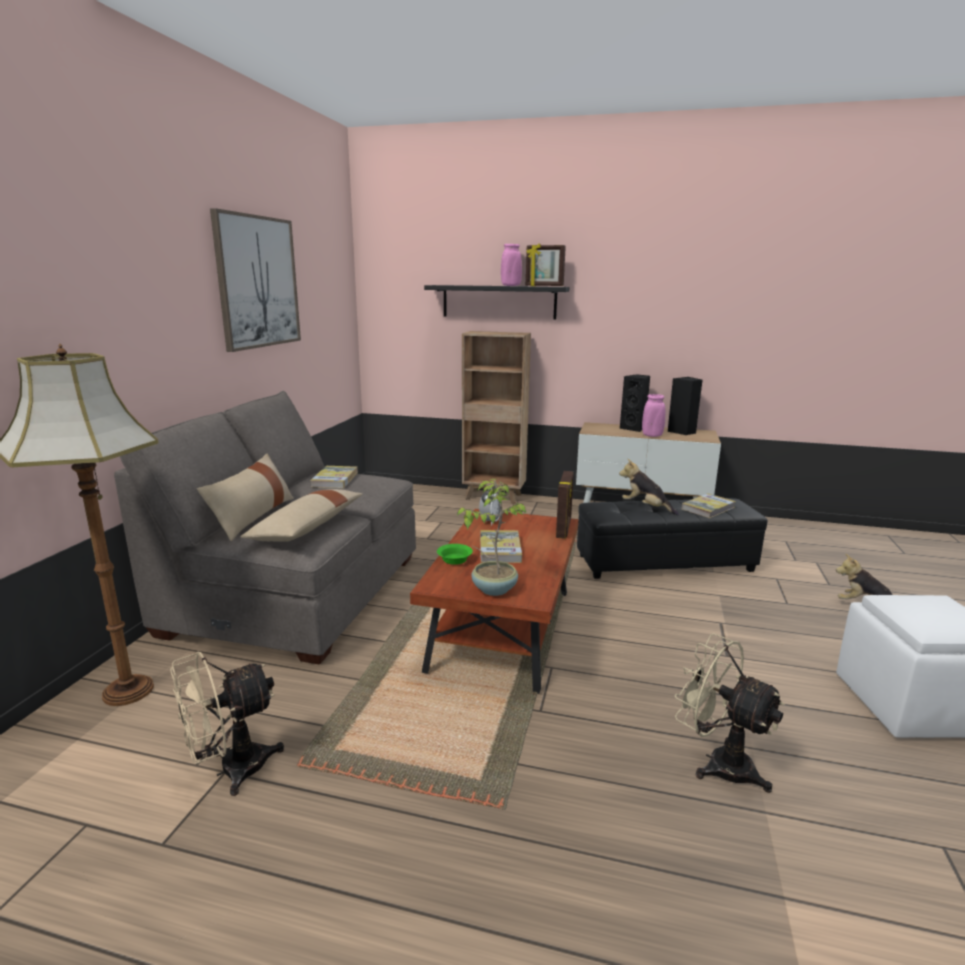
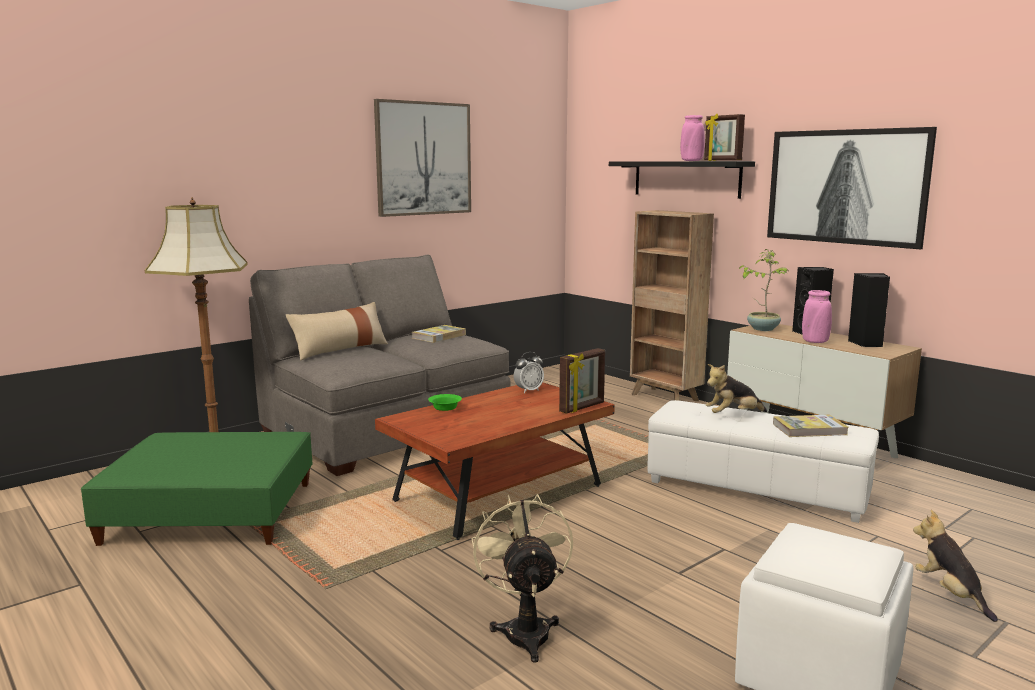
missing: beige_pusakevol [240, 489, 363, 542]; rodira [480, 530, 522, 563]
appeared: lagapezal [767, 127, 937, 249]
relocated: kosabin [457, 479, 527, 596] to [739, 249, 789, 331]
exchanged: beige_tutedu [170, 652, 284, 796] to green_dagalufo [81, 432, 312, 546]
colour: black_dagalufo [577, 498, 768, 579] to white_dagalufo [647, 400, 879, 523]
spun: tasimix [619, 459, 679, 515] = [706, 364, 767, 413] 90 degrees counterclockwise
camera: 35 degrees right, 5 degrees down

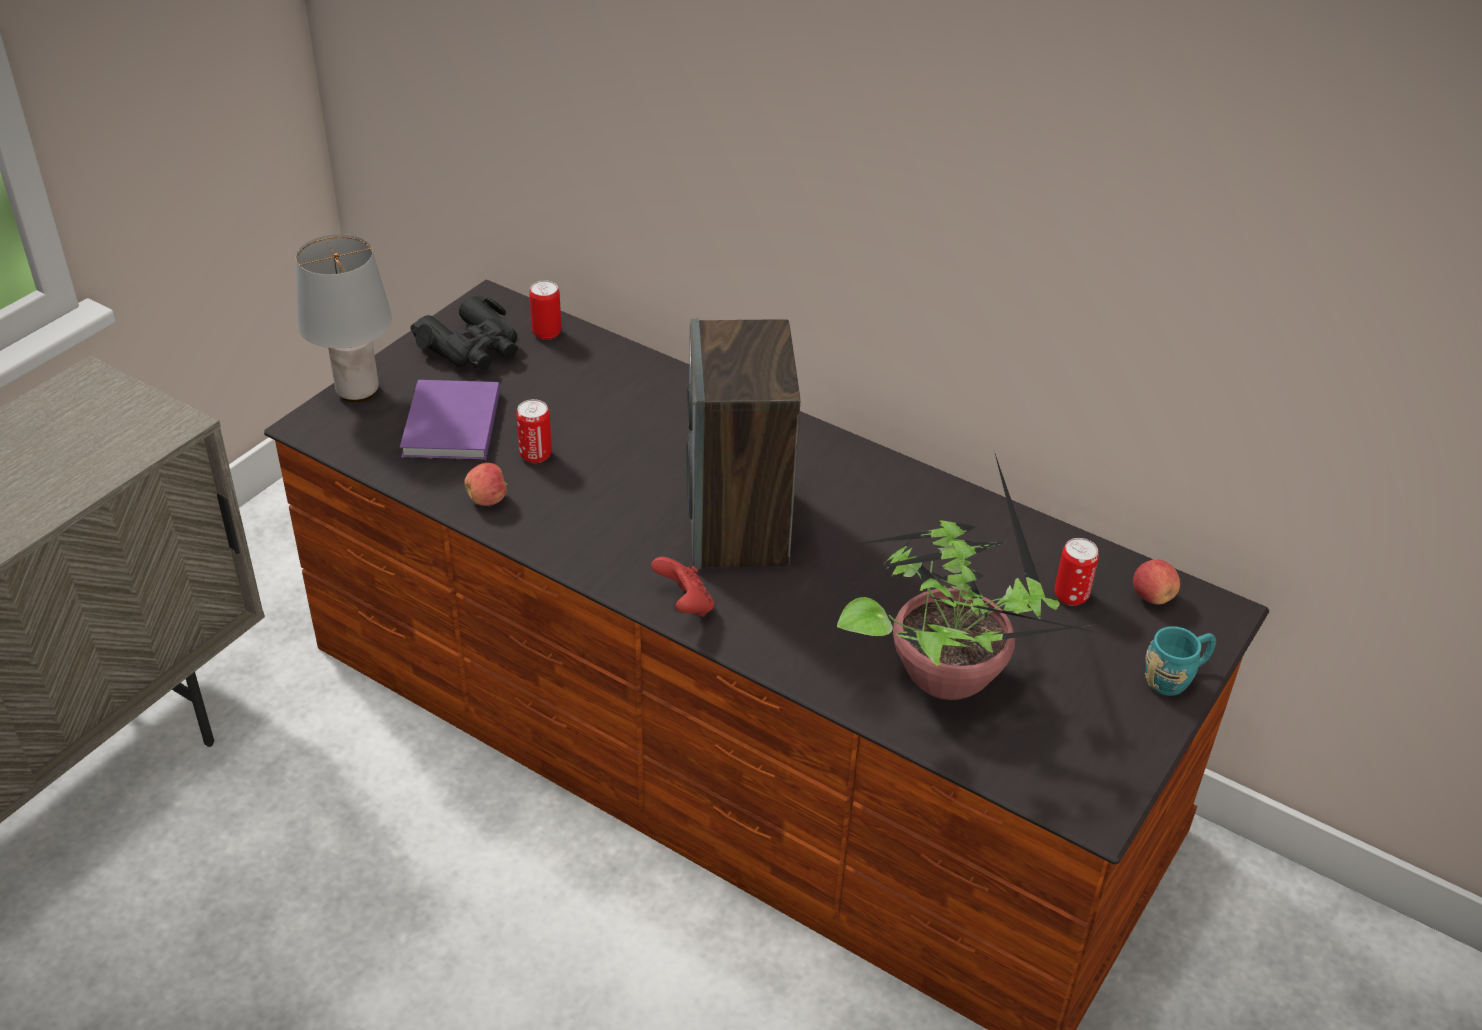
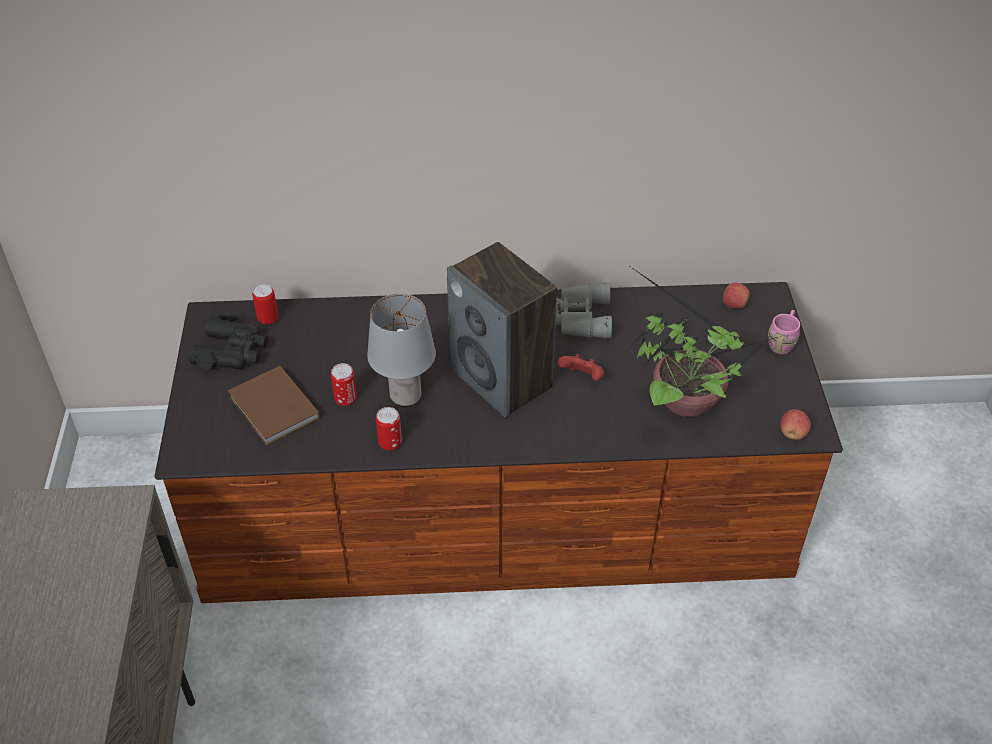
appeared: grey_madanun [555, 282, 612, 338]
relocated: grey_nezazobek [296, 234, 392, 402] to [367, 294, 436, 407]; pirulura [464, 463, 508, 506] to [780, 409, 811, 440]; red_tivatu [651, 557, 714, 617] to [557, 354, 604, 381]; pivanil [1054, 538, 1099, 606] to [376, 407, 402, 451]
colour: purple_rodira [400, 380, 500, 460] to brown_rodira [228, 366, 320, 446]; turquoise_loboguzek [1145, 626, 1216, 696] to pink_loboguzek [768, 310, 800, 354]
camera: 35 degrees left, 5 degrees up

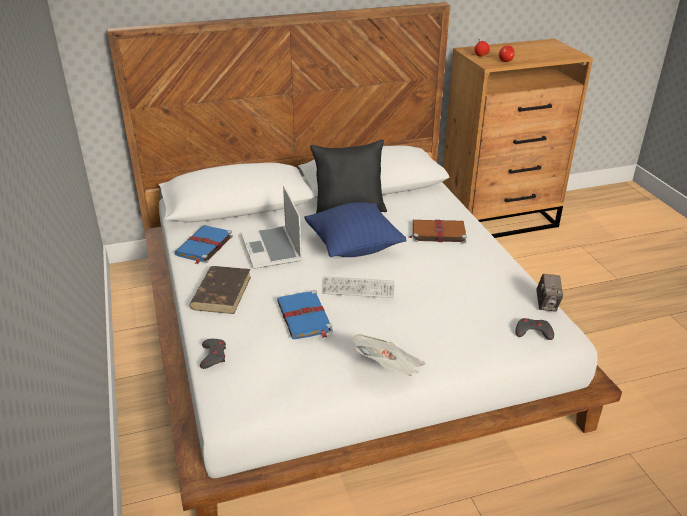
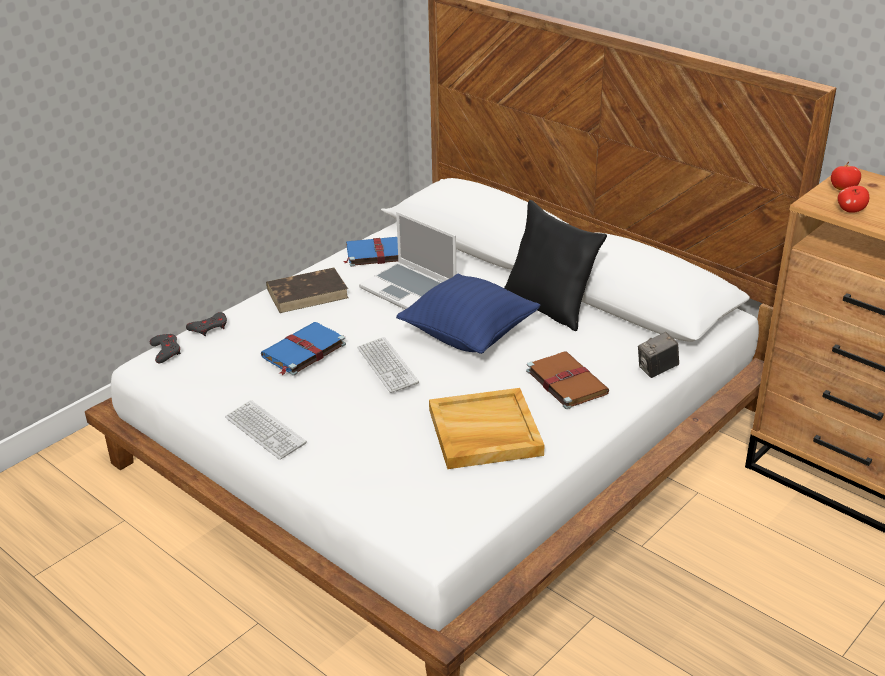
appeared: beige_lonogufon [429, 388, 545, 469]
relocated: grey_tivatu [515, 318, 554, 340] to [150, 334, 181, 363]; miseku [536, 274, 563, 311] to [638, 332, 679, 378]
exchanged: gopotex [352, 334, 426, 376] to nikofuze [225, 400, 307, 460]
spun: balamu [241, 185, 302, 269] = [359, 212, 456, 309] 90 degrees counterclockwise
camera: 60 degrees right, 0 degrees up

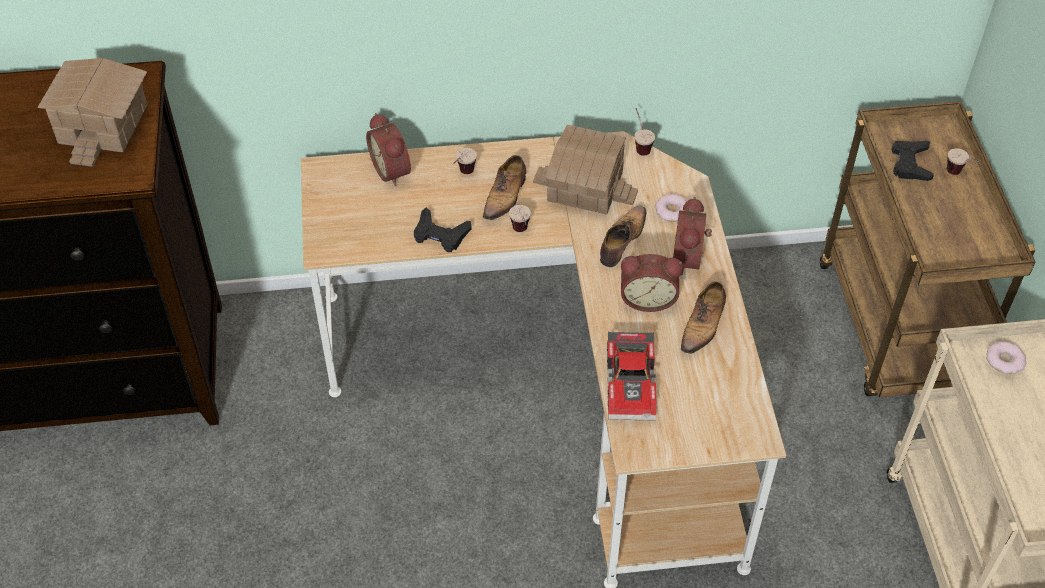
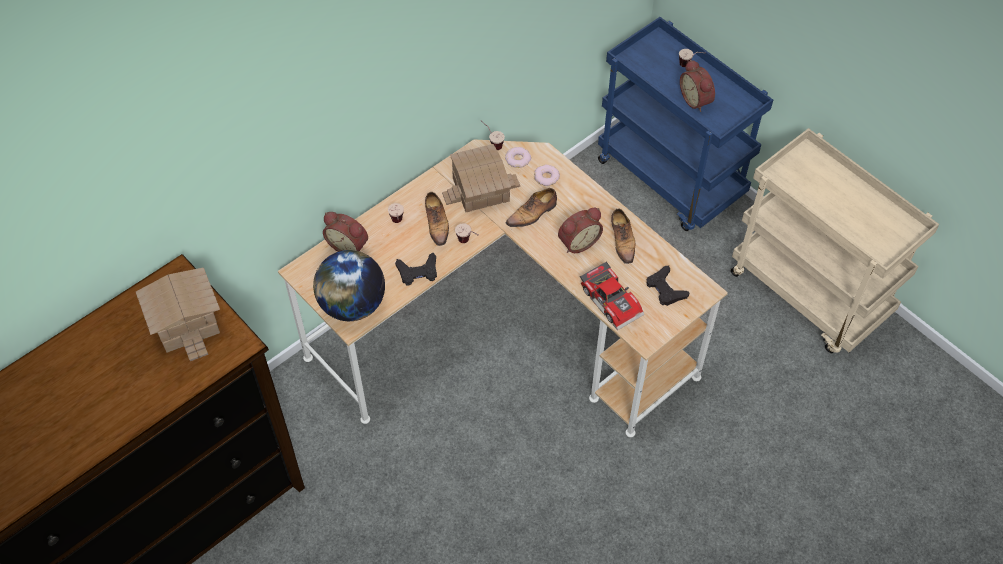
appeared: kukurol [313, 250, 385, 321]
relocated: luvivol [673, 197, 712, 275] to [680, 60, 715, 112]; black_tivatu [892, 141, 934, 181] to [646, 265, 690, 306]; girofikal [987, 341, 1026, 374] to [505, 147, 531, 168]
colour: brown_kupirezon [820, 101, 1035, 398] to blue_kupirezon [598, 17, 773, 231]
spun: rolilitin [600, 206, 646, 267] = [506, 188, 557, 227] 120 degrees counterclockwise
camera: 35 degrees left, 5 degrees up

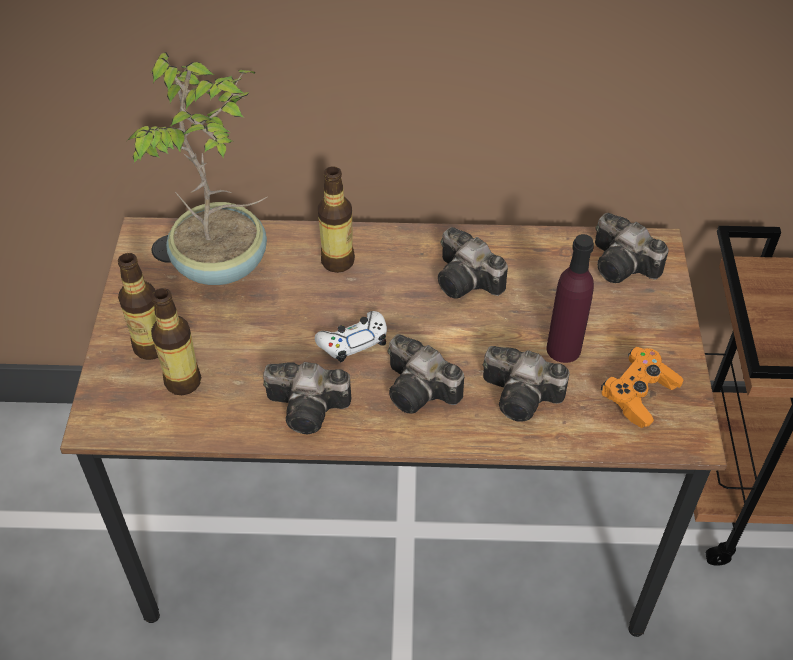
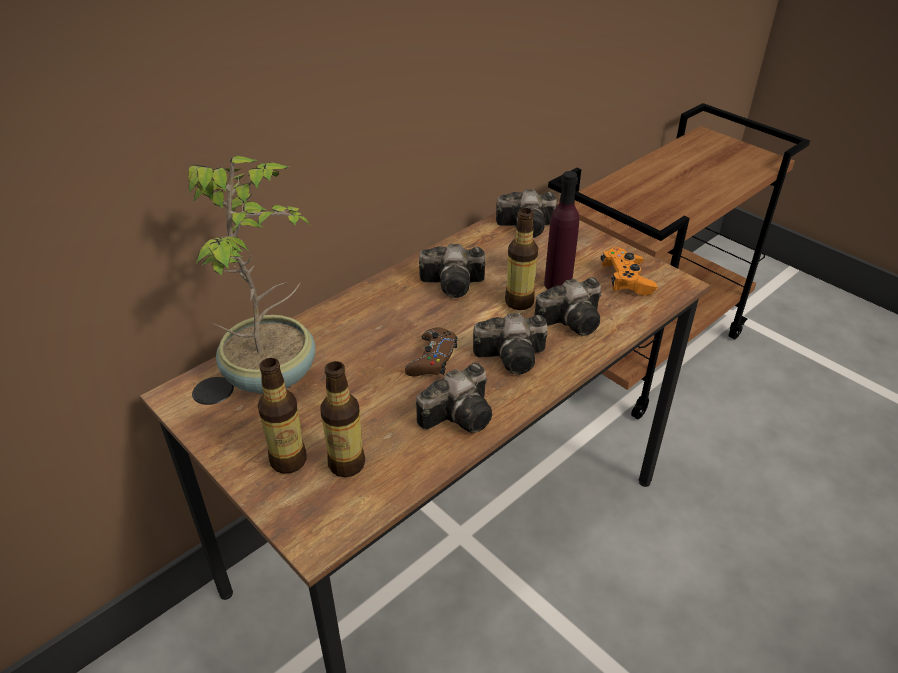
relocated: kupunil [318, 167, 355, 273] to [505, 208, 538, 310]
colour: white_tivatu [315, 311, 387, 362] to brown_tivatu [405, 327, 458, 376]
camera: 45 degrees left, 10 degrees down

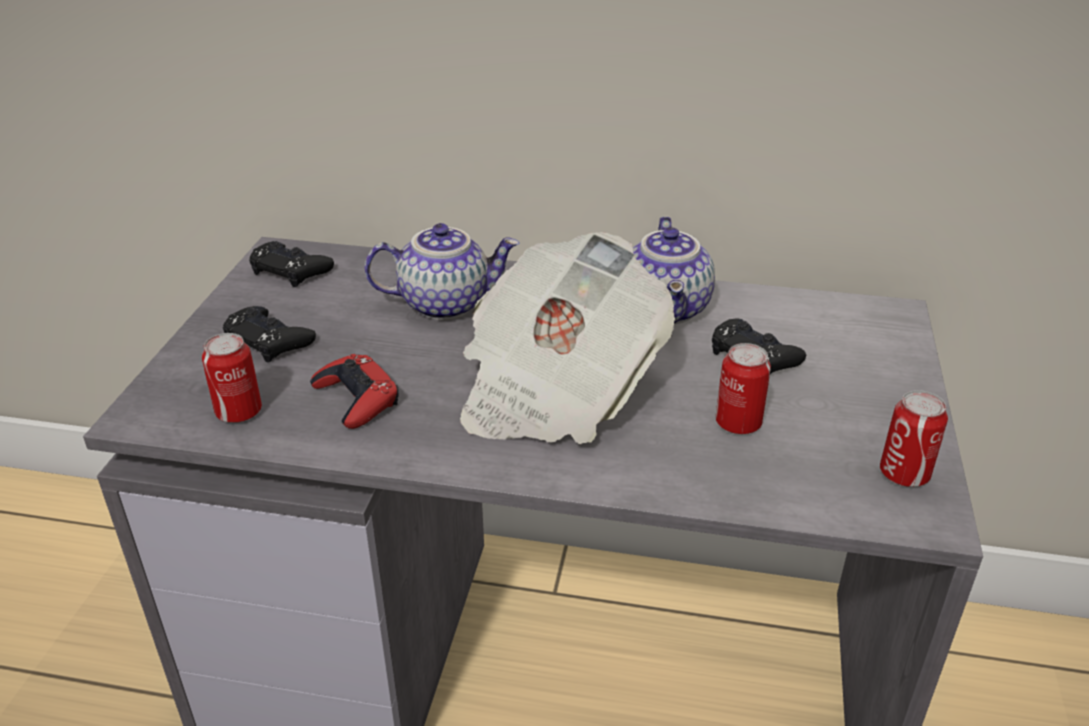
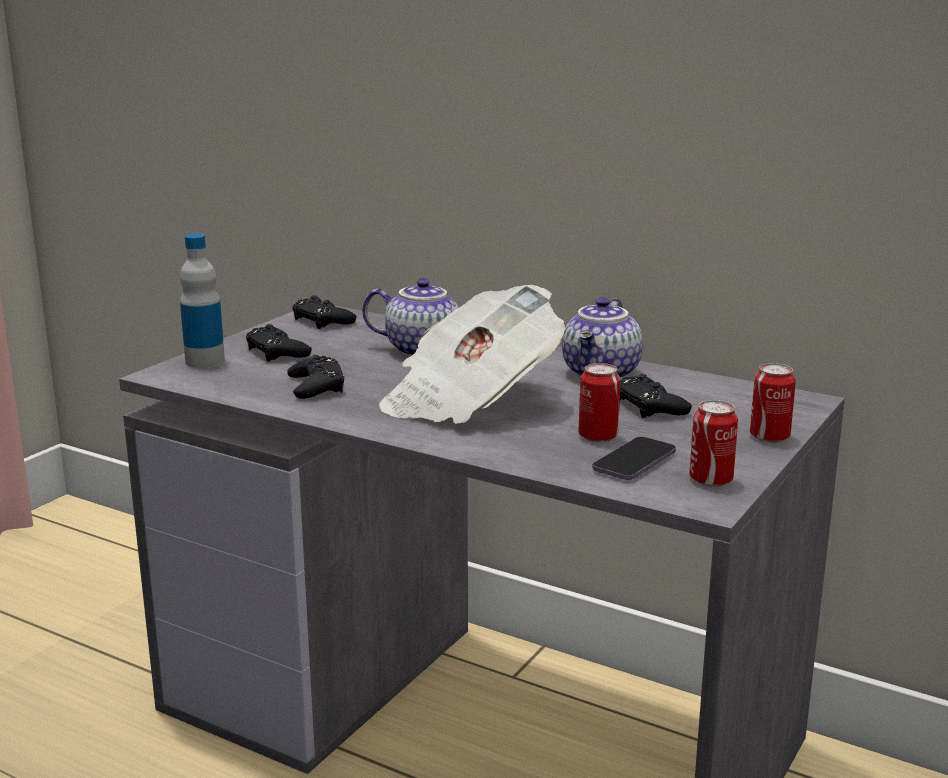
appeared: kupunil [180, 234, 225, 368]; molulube [593, 437, 676, 480]
relocated: pivanil [202, 333, 262, 423] to [750, 363, 796, 443]
colour: red_tivatu [310, 354, 399, 429] to black_tivatu [287, 355, 344, 399]
camera: 20 degrees right, 15 degrees down

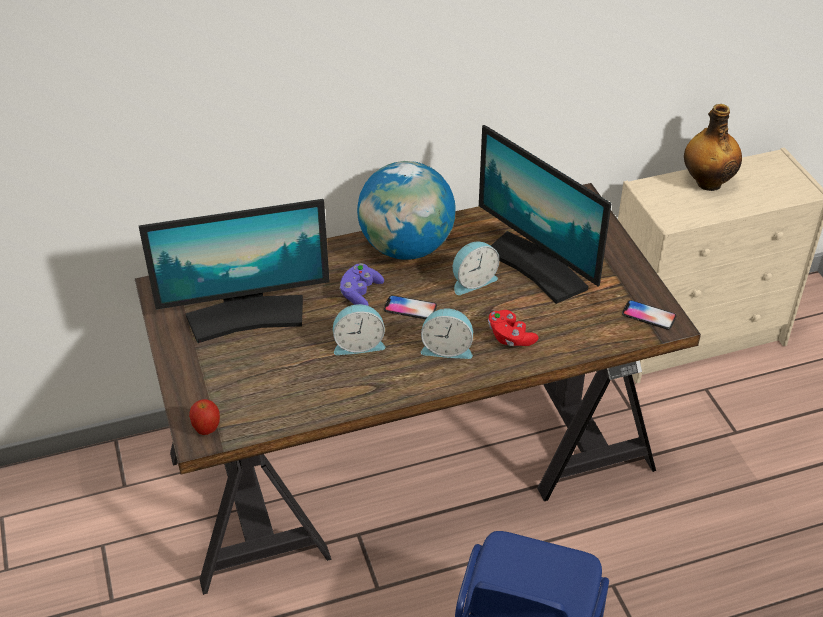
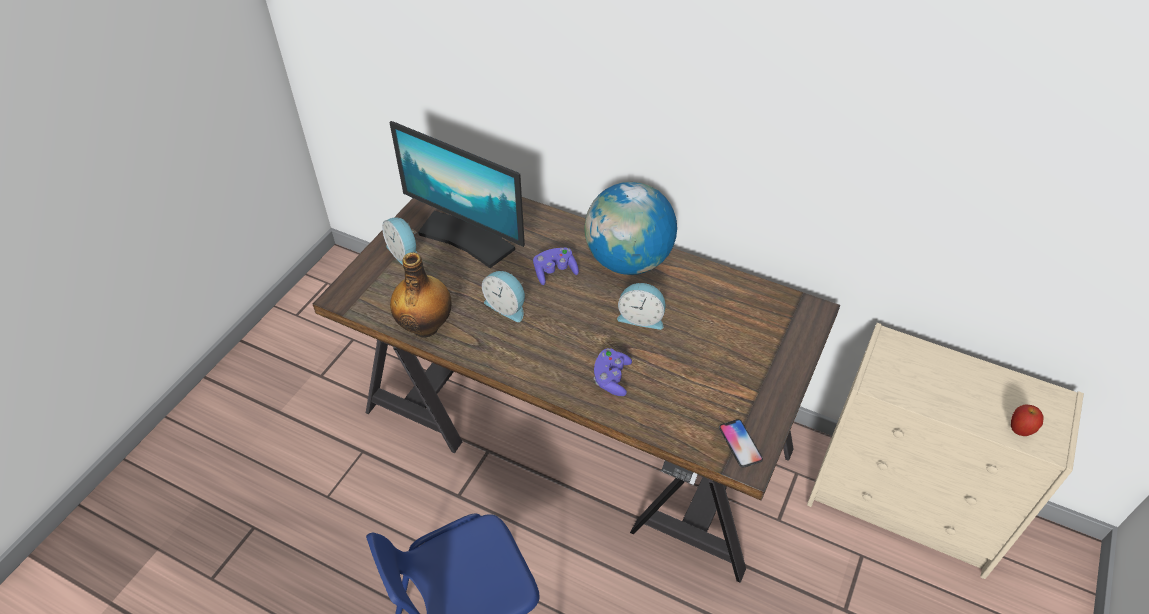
missing: molulube [384, 295, 437, 319]; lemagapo [479, 125, 611, 304]
relocated: pirulura [189, 399, 220, 435] to [1011, 405, 1044, 436]; luvivol [421, 309, 473, 359] to [382, 217, 417, 265]; kupunil [684, 104, 742, 191] to [390, 252, 451, 338]
colour: red_tivatu [488, 310, 538, 346] to purple_tivatu [594, 348, 632, 396]
camera: 45 degrees right, 5 degrees up

